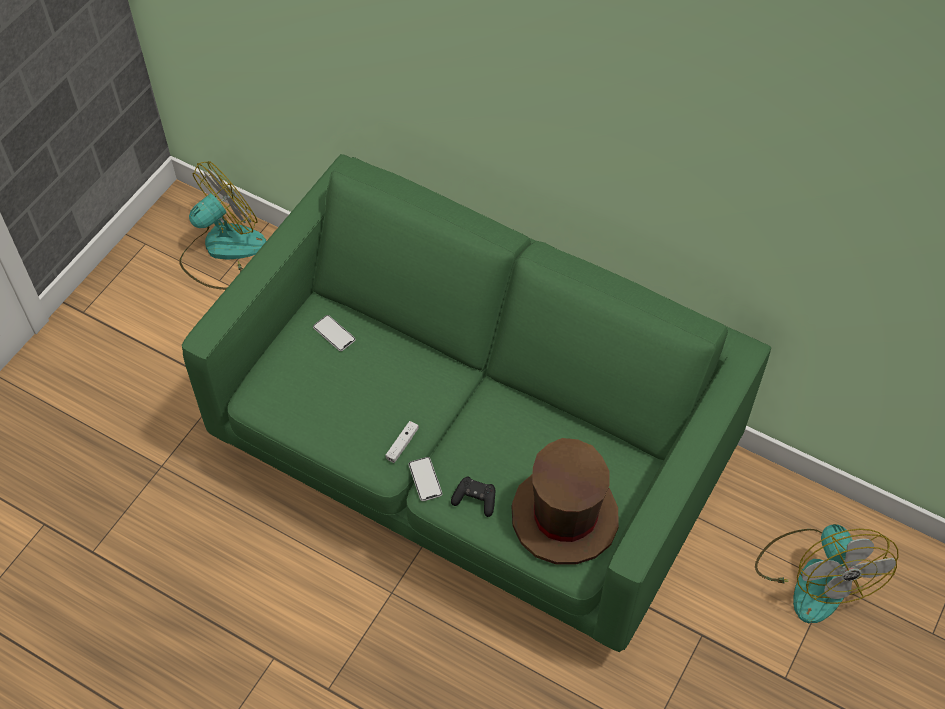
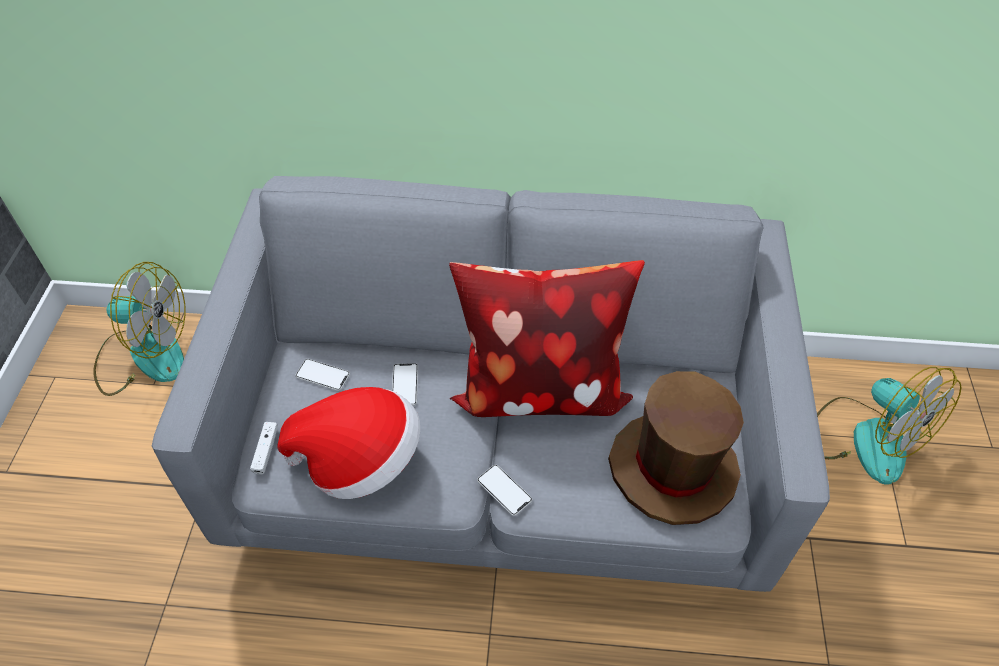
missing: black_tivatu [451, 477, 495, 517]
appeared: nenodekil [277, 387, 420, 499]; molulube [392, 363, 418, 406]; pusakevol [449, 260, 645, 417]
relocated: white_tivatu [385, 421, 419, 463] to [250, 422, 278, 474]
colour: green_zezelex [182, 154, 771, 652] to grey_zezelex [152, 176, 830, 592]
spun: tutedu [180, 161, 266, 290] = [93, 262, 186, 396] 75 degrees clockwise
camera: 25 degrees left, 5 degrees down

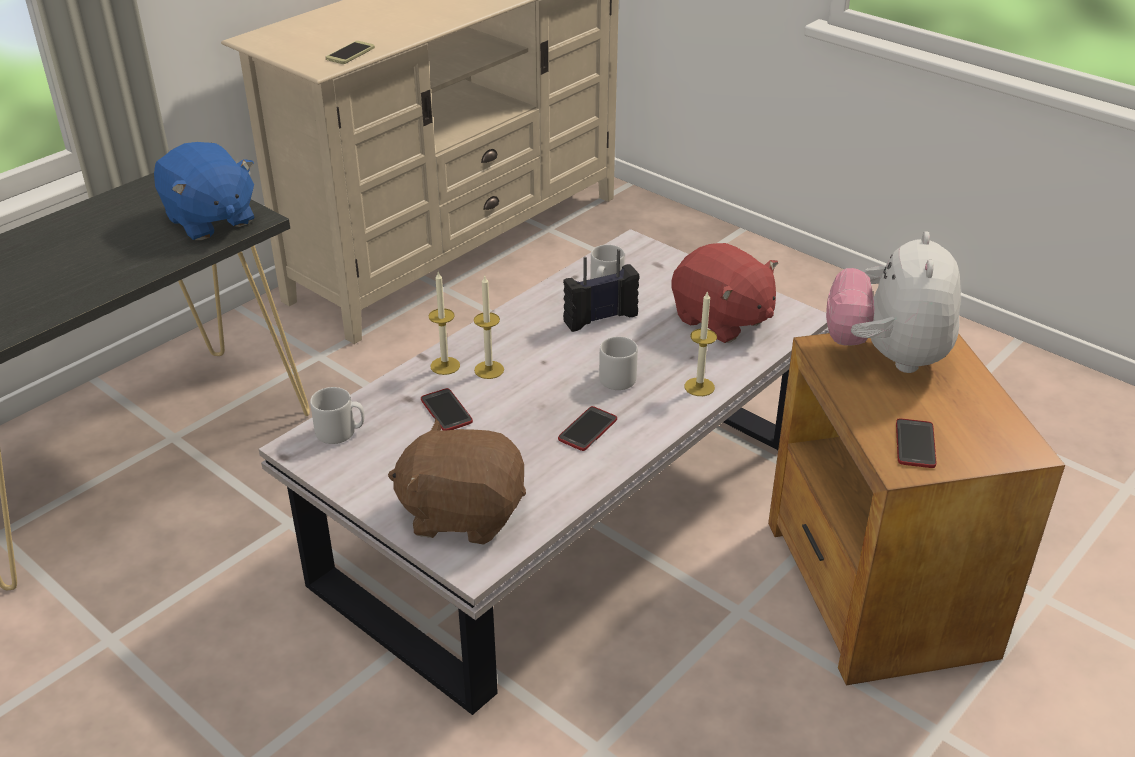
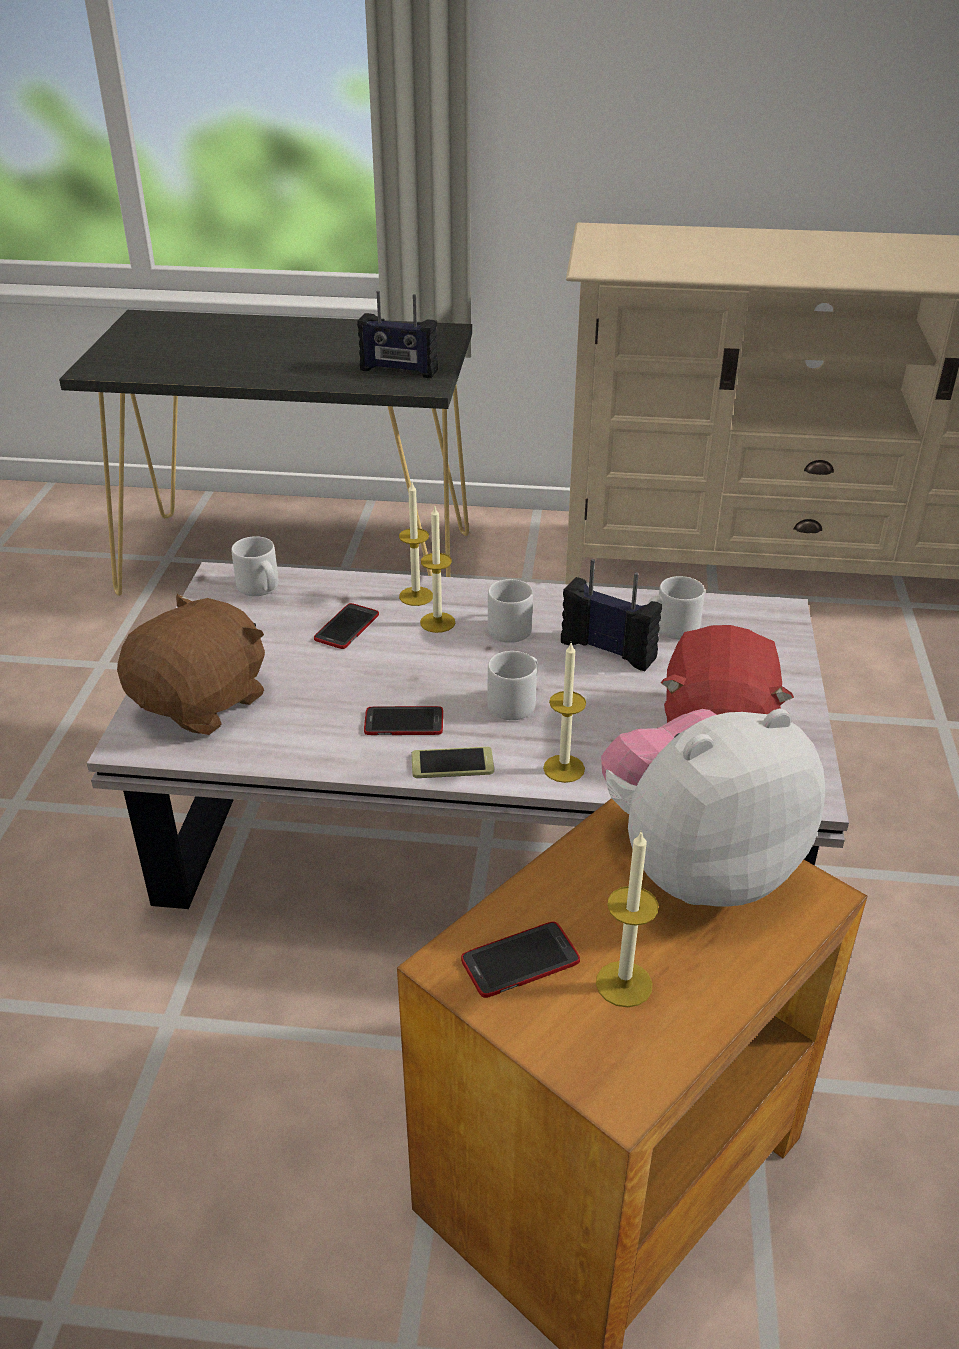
appeared: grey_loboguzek [488, 579, 533, 643]; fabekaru [596, 830, 659, 1007]
relocated: molulube [326, 41, 375, 64] to [411, 746, 494, 778]
exchanged: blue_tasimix [154, 142, 254, 240] to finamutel [357, 291, 438, 378]
spun: brown_tasimix [388, 418, 526, 545] = [117, 594, 265, 735] 60 degrees clockwise
camera: 55 degrees right, 0 degrees up

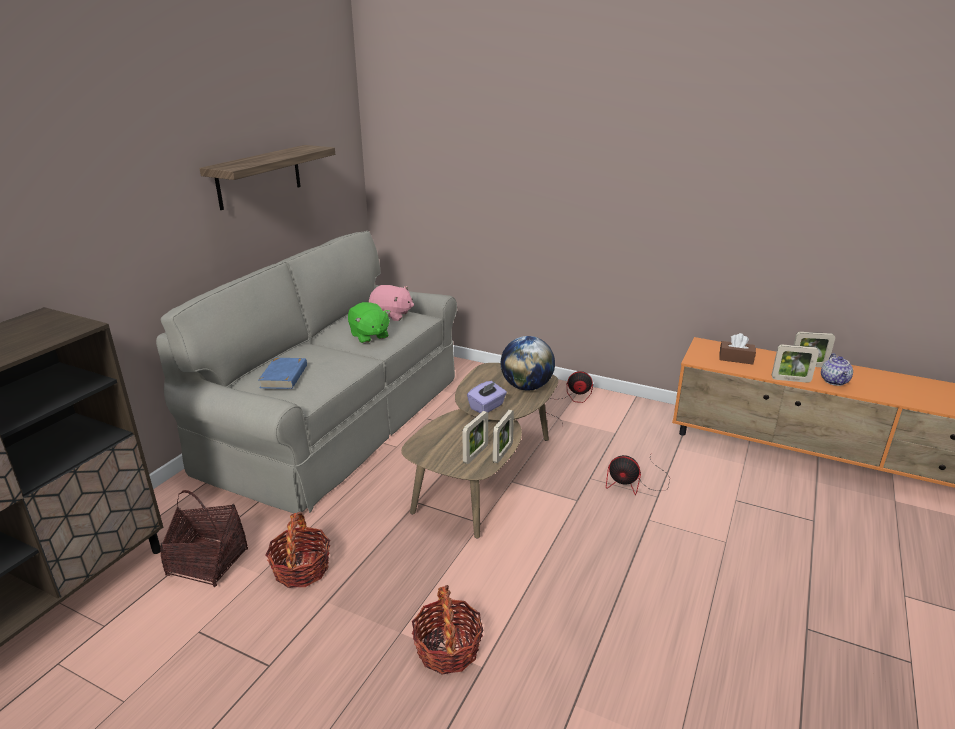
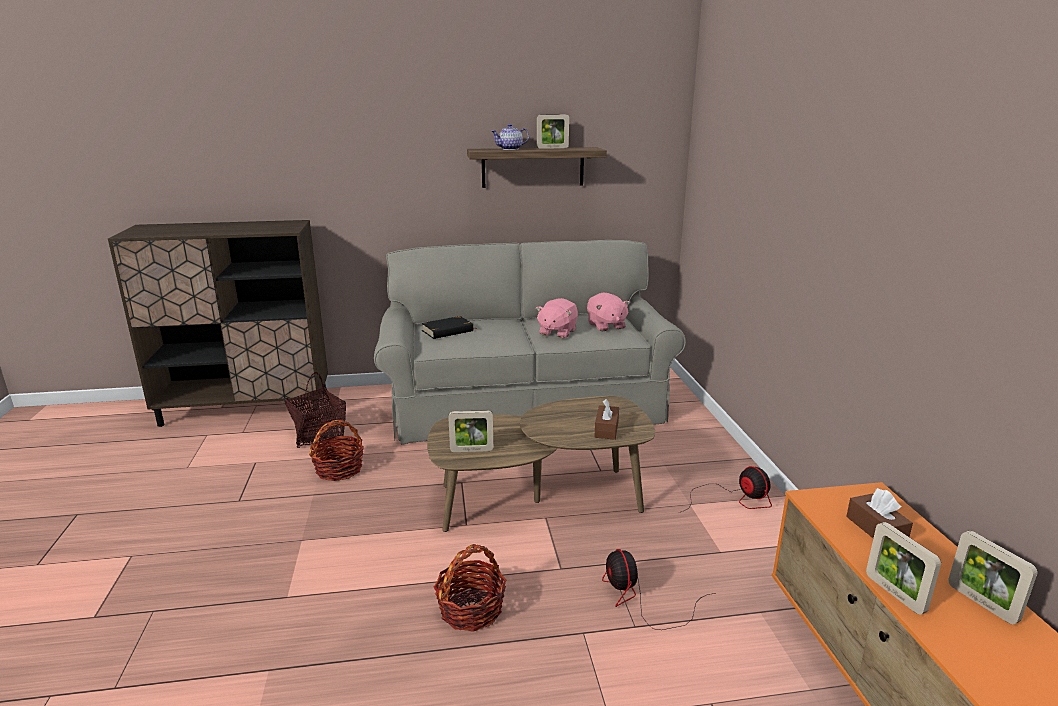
missing: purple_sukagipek [467, 381, 507, 413]
relocated: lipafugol [412, 585, 484, 675] to [434, 544, 507, 632]; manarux [493, 410, 514, 463] to [537, 114, 569, 149]; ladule [821, 353, 853, 386] to [491, 124, 529, 150]
exchanged: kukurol [501, 336, 555, 391] to brown_sukagipek [595, 399, 619, 440]
colour: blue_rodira [258, 358, 307, 389] to black_rodira [421, 316, 476, 339]; green_tasimix [348, 302, 391, 343] to pink_tasimix [536, 298, 578, 338]
camera: 55 degrees right, 5 degrees down

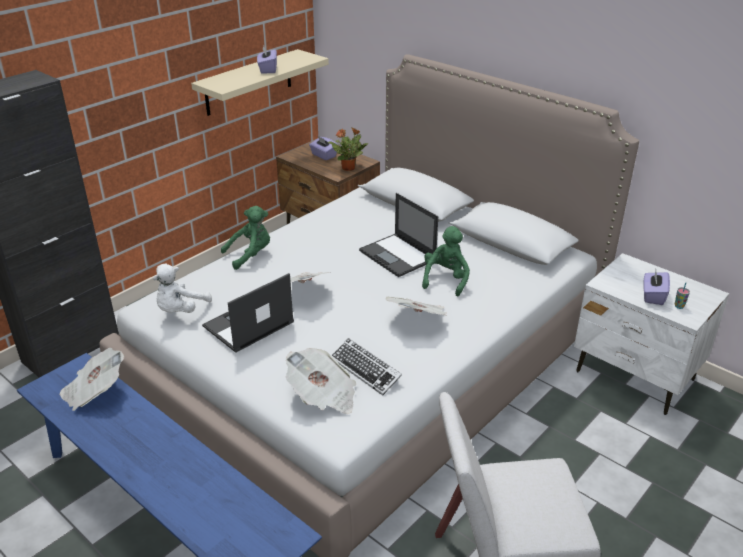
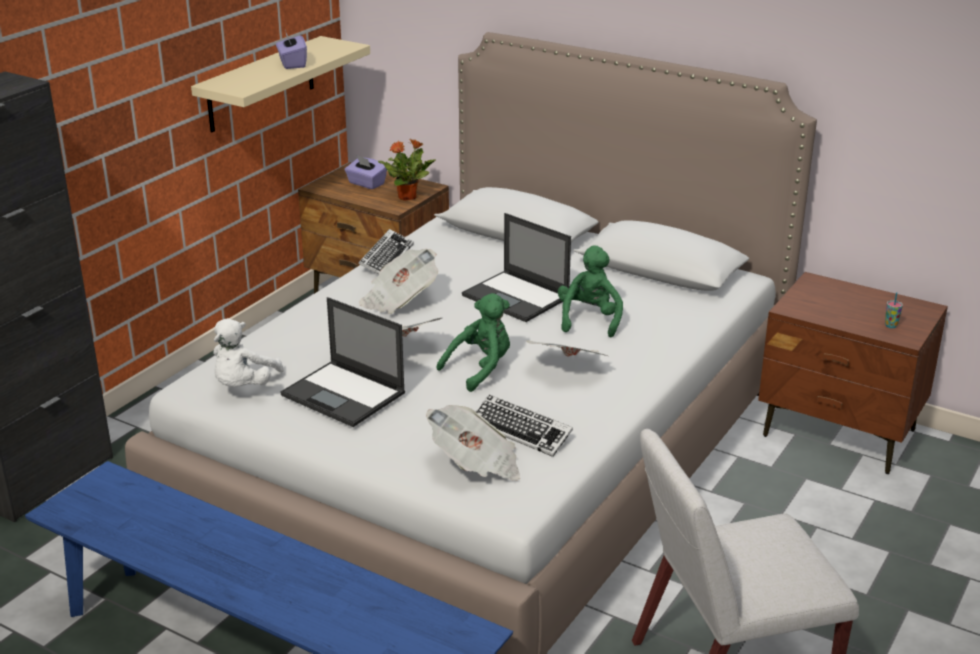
missing: purple_sukagipek [643, 269, 670, 305]
appeared: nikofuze [358, 229, 414, 274]
relocated: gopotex [59, 348, 124, 411] to [359, 249, 438, 314]; green_tasimix [221, 206, 270, 270] to [437, 293, 510, 392]
colour: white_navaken [574, 253, 729, 415] to brown_navaken [758, 272, 948, 474]
spun: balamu [202, 273, 294, 353] = [280, 297, 405, 427] 90 degrees counterclockwise
camera: 10 degrees left, 5 degrees down

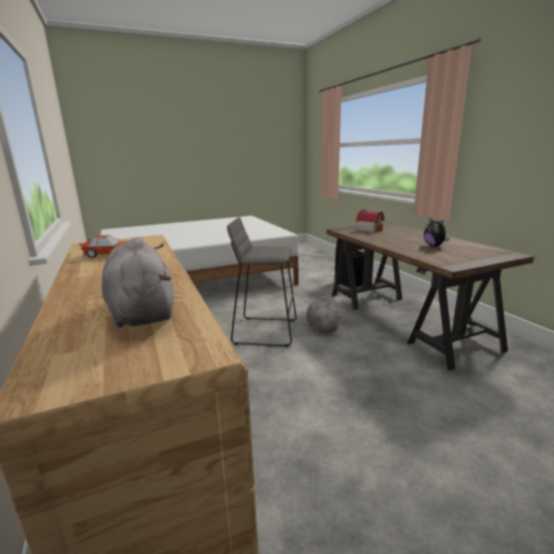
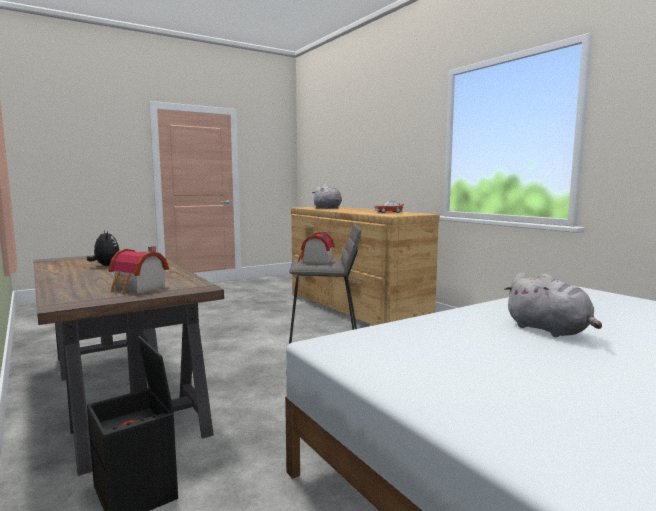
appeared: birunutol [298, 232, 335, 264]
relocated: grey_tasimix [306, 301, 341, 333] to [504, 273, 602, 337]
camera: 170 degrees right, 10 degrees down

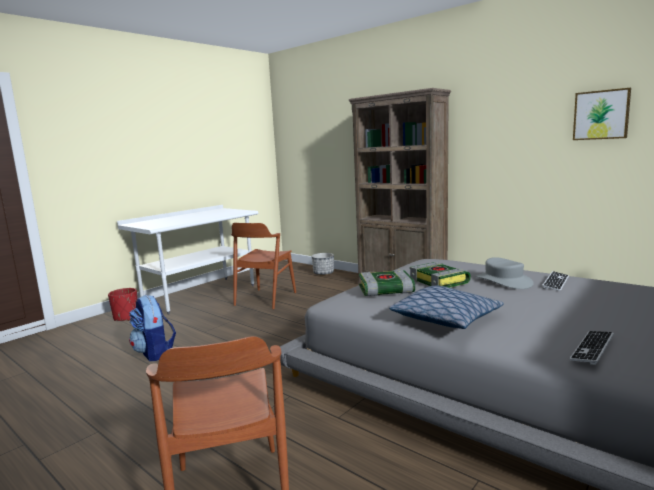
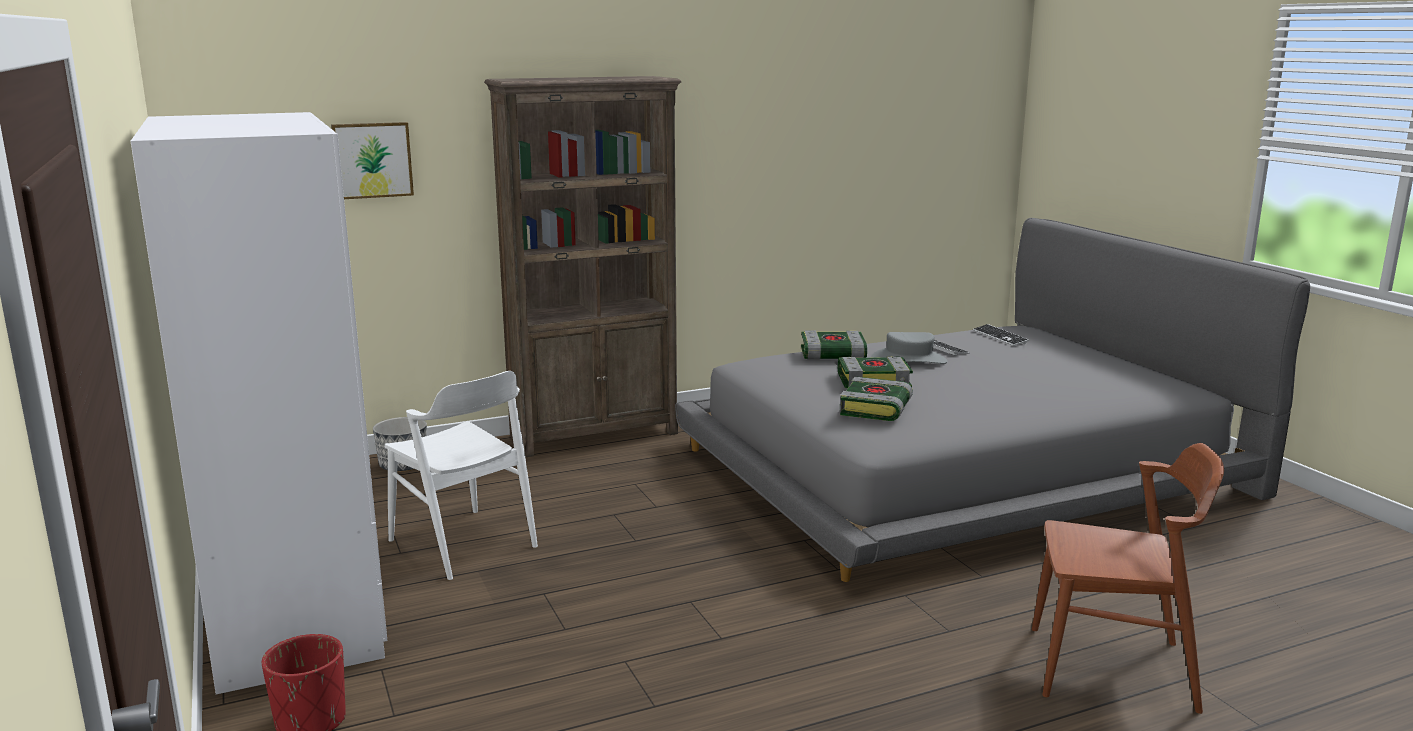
missing: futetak [129, 295, 176, 361]; pusakevol [389, 286, 504, 329]
appeared: rodira [801, 331, 867, 360]
relocated: nikofuze [569, 331, 614, 365] to [973, 324, 1029, 346]; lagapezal [573, 88, 631, 140] to [331, 122, 414, 199]
exchanged: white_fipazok [117, 205, 258, 314] to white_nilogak [131, 112, 387, 695]
colour: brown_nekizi [231, 223, 296, 309] to white_nekizi [385, 371, 538, 580]
camera: 65 degrees left, 5 degrees up

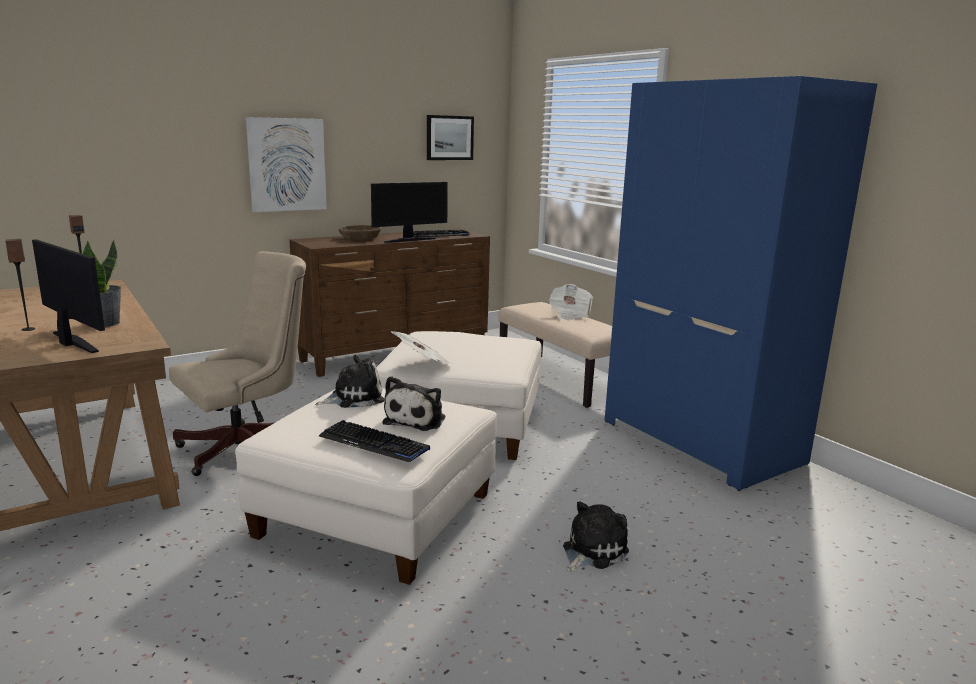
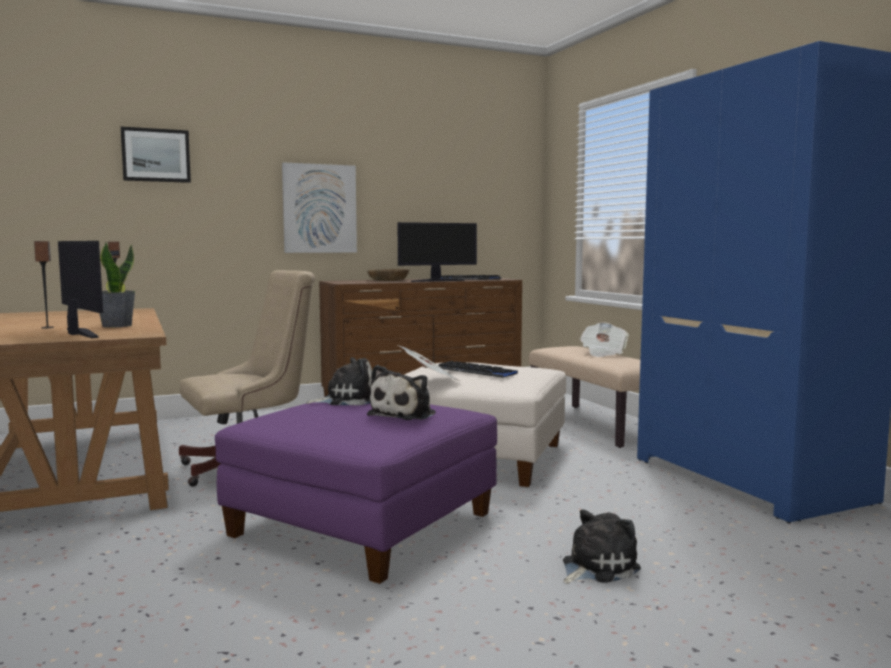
relocated: nikofuze [319, 420, 430, 462] to [438, 361, 518, 378]; lagapezal [427, 115, 474, 160] to [121, 127, 191, 183]
colour: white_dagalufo [235, 388, 497, 585] to purple_dagalufo [215, 403, 497, 584]
camera: 10 degrees right, 10 degrees down

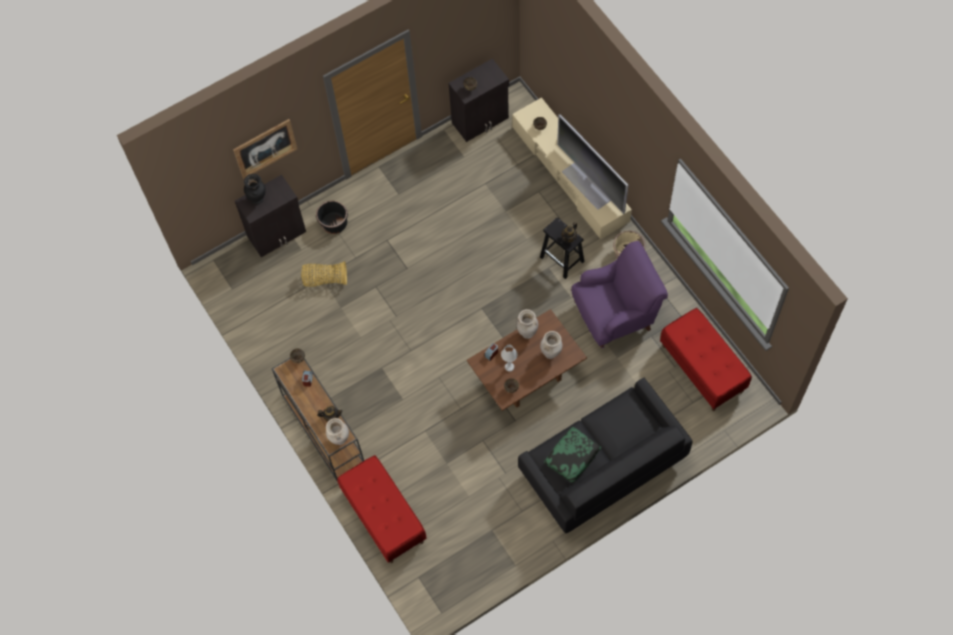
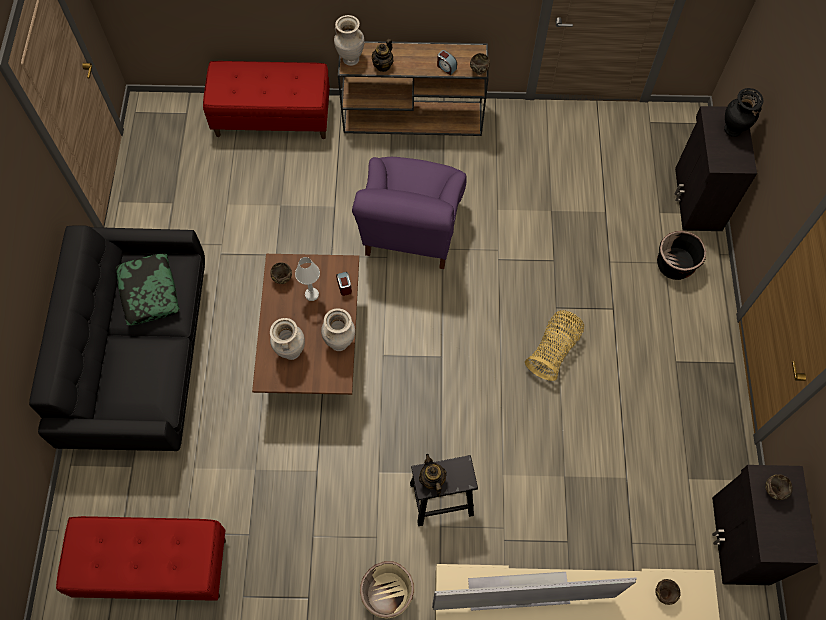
missing: lagapezal [233, 119, 297, 179]
relocated: lipafugol [301, 261, 347, 287] to [525, 310, 584, 381]; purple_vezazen [571, 241, 668, 348] to [352, 157, 467, 269]
camera: 120 degrees right, 0 degrees up

